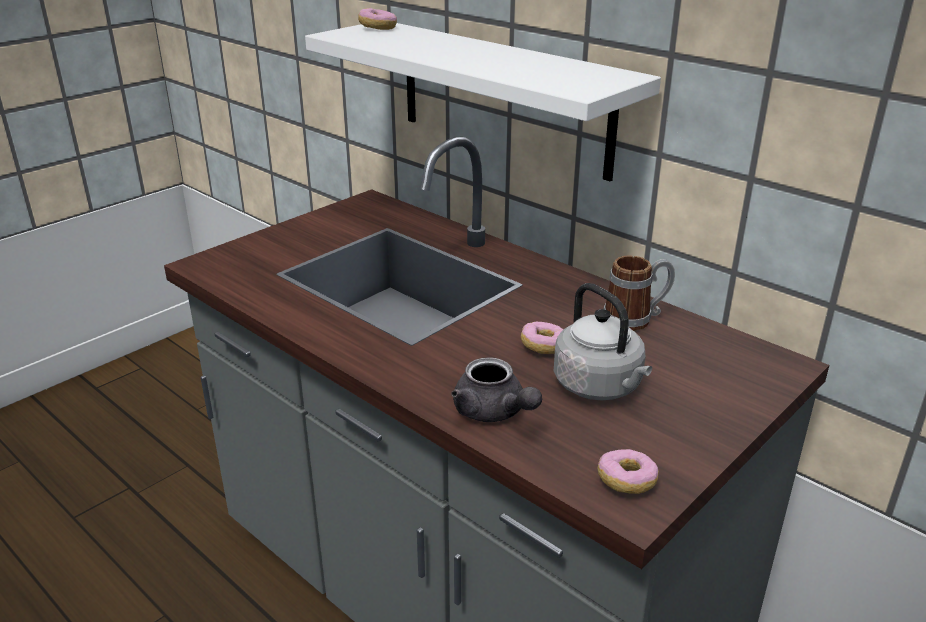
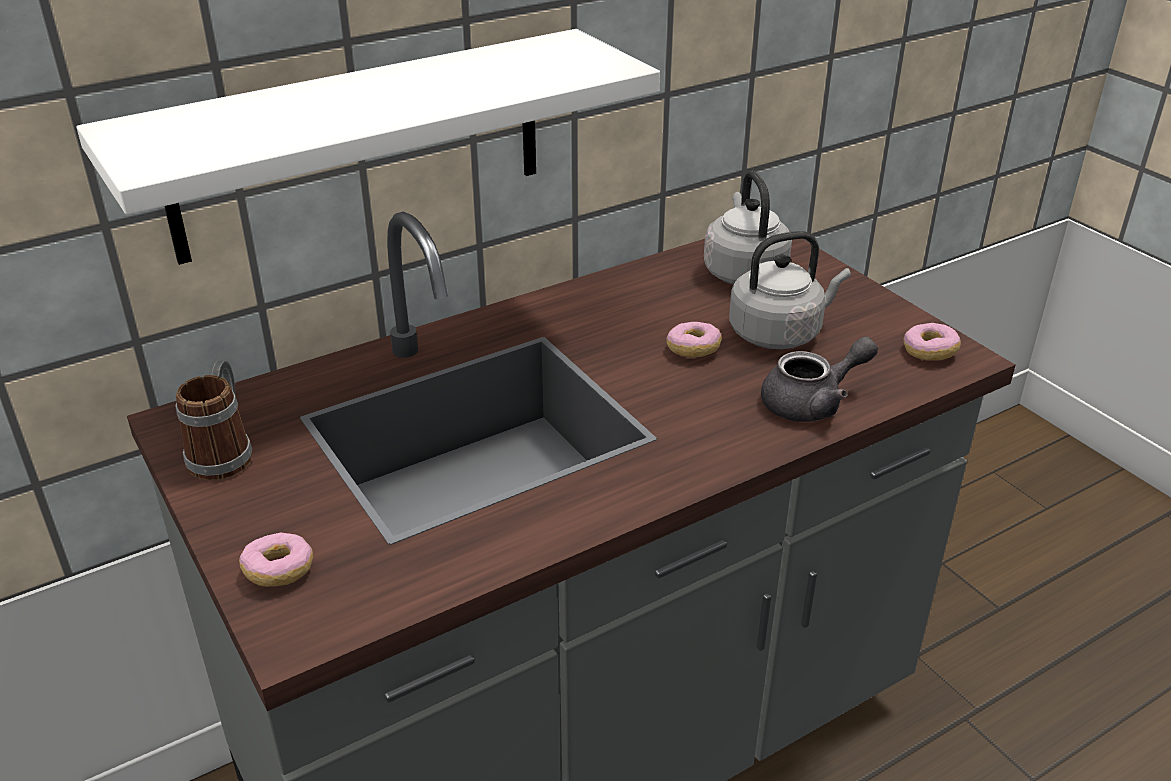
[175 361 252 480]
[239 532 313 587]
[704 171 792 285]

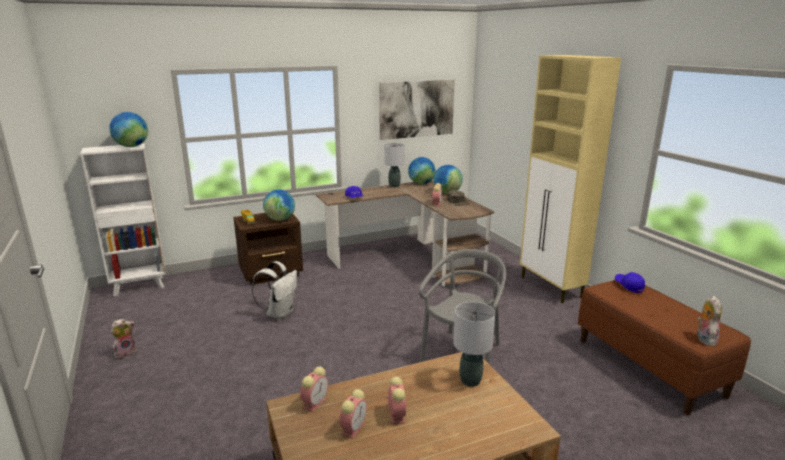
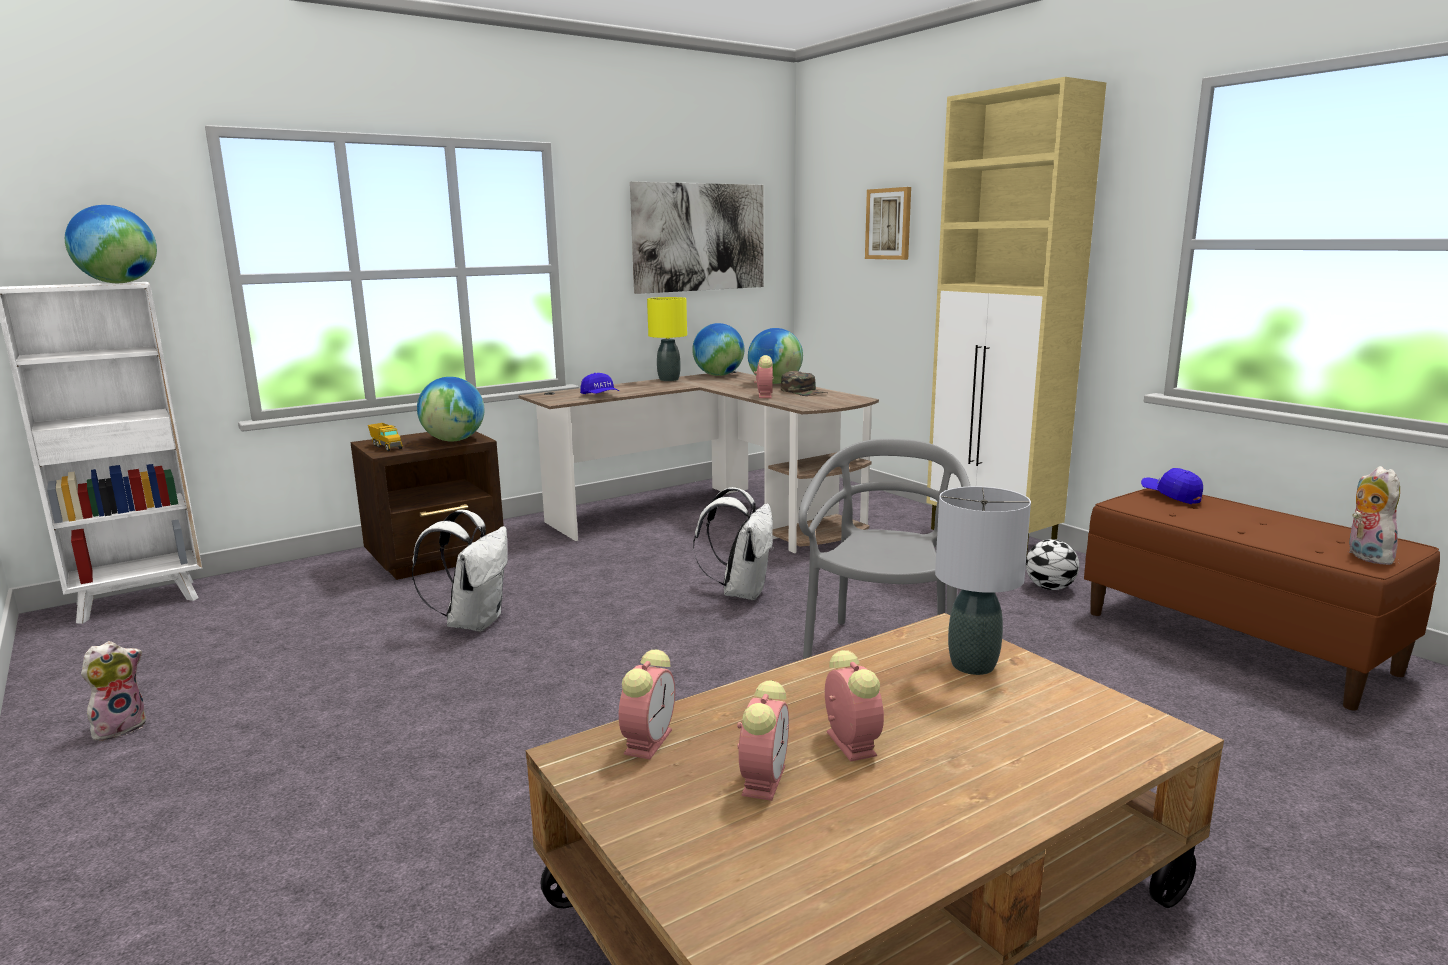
[647 297 687 381]
[693 487 774 600]
[865 187 911 260]
[1026 539 1079 590]

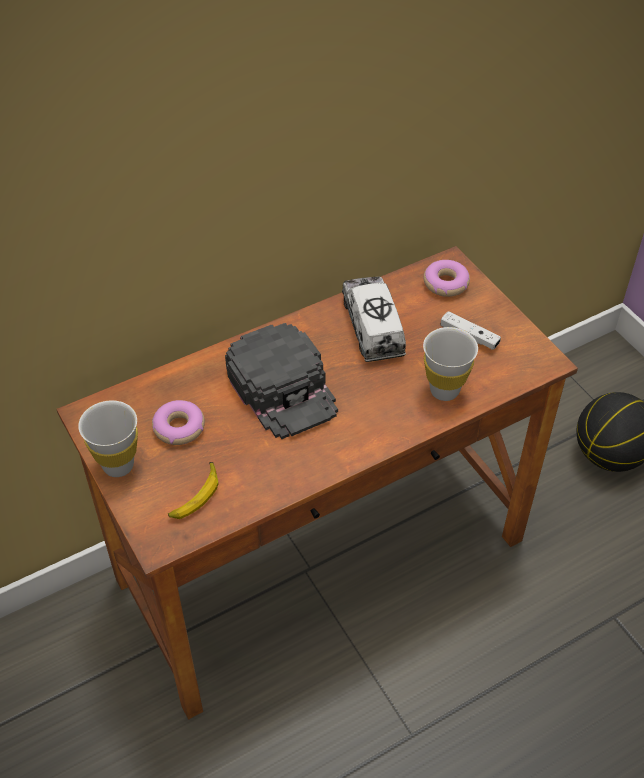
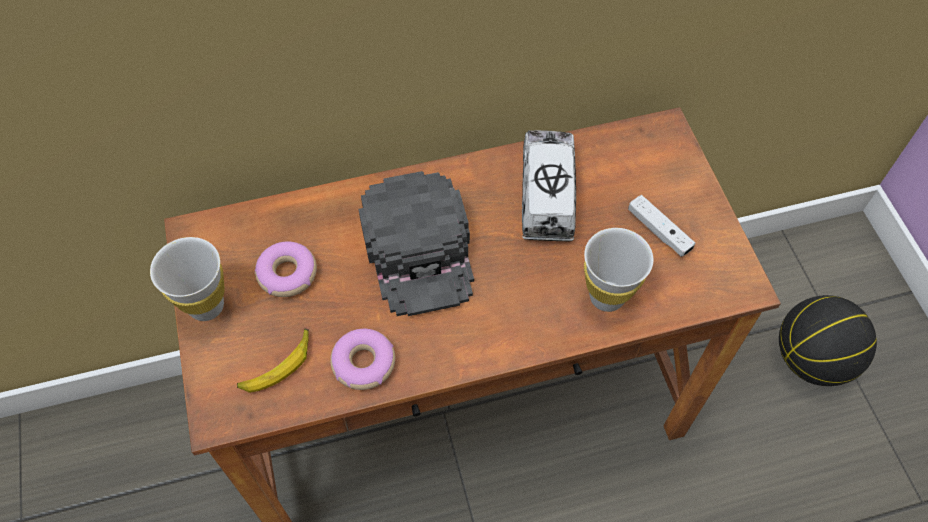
[330 329 395 390]

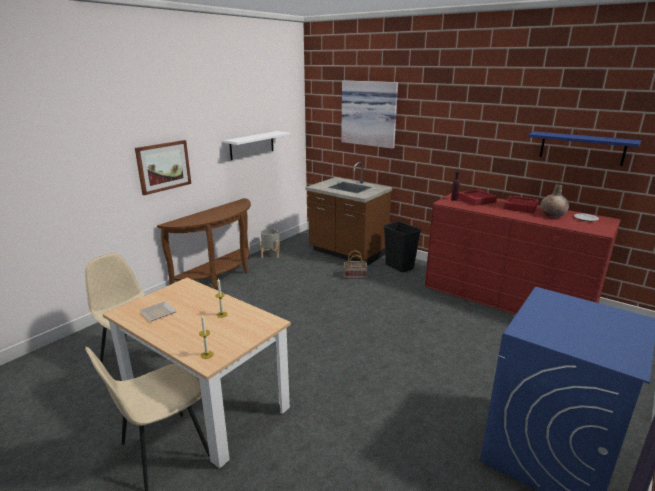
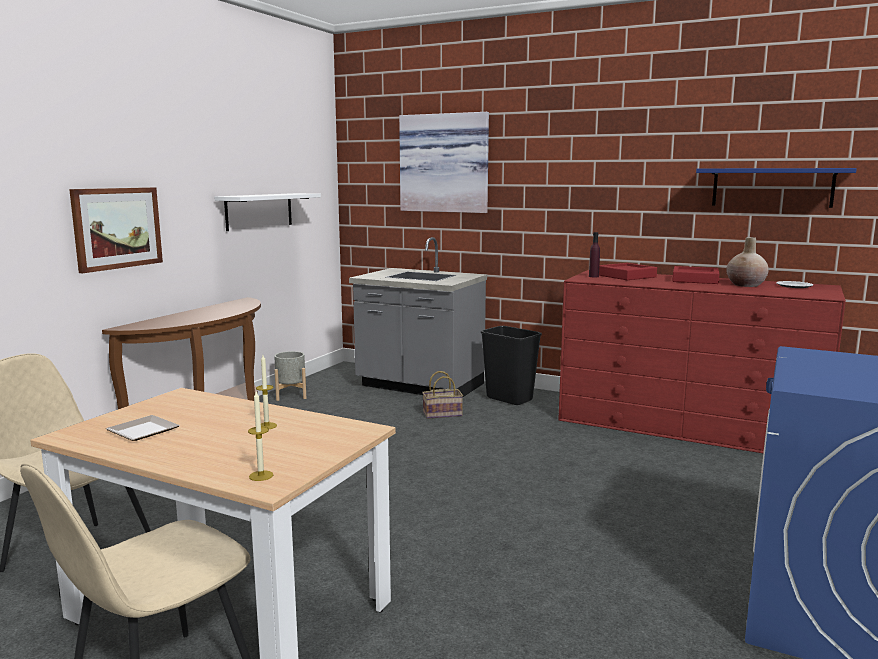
[349 237 487 397]

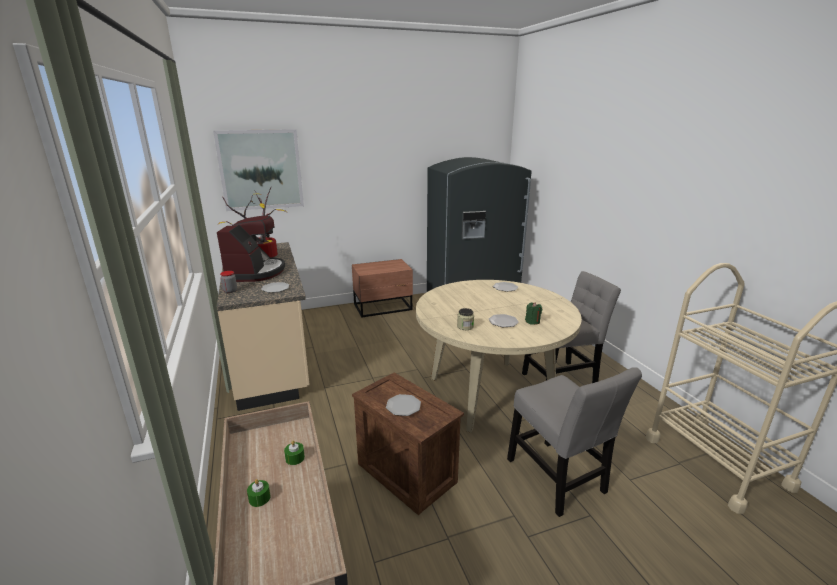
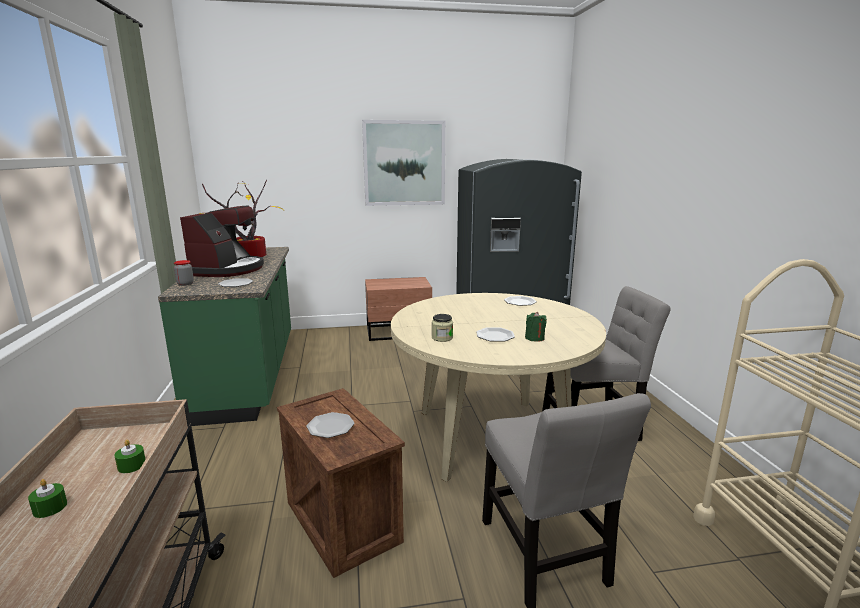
[158 247 291 426]
[362 120 445 206]

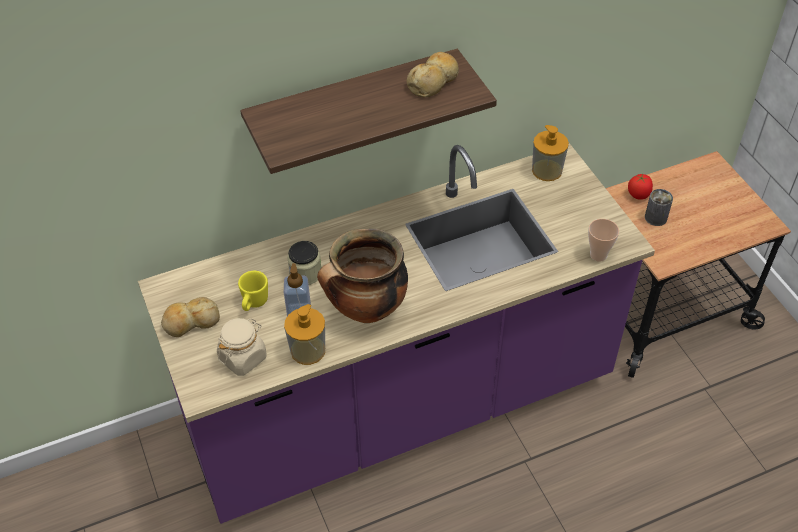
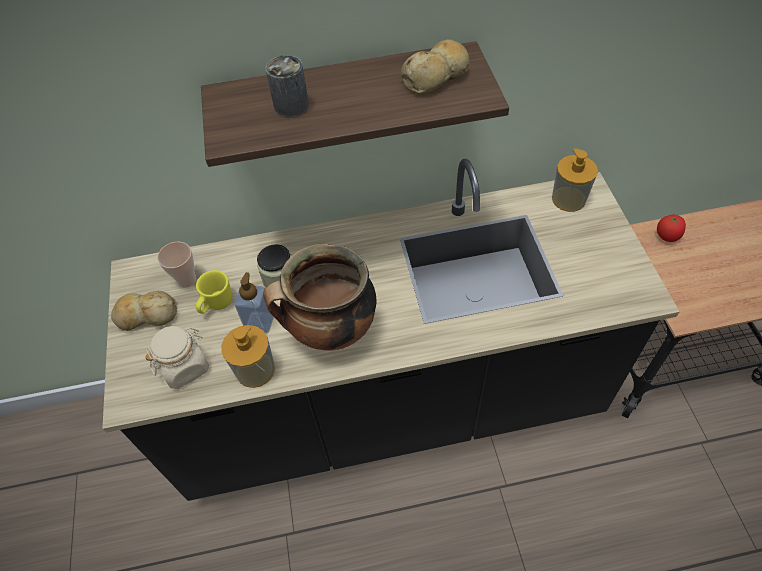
[102 159 680 501]
[157 242 196 288]
[265 55 309 118]

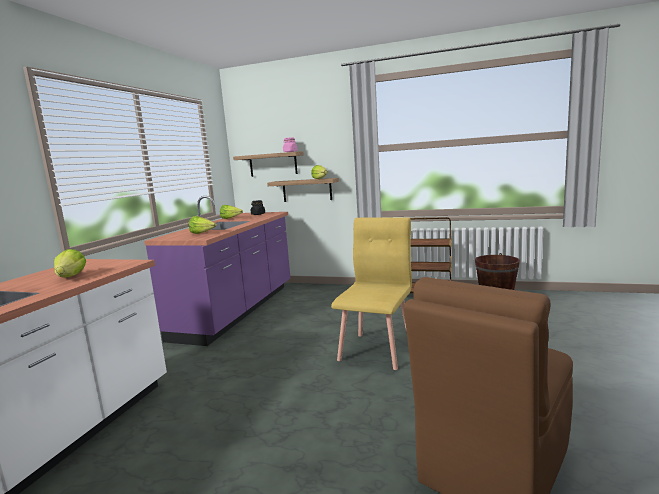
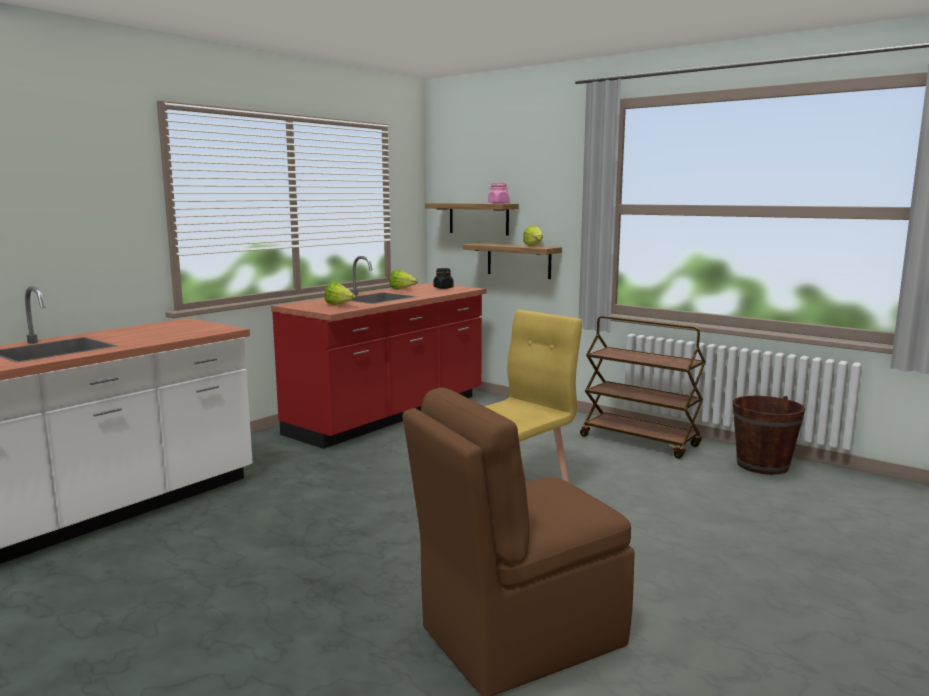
[271 256 487 449]
[54 249 86 278] (first image)

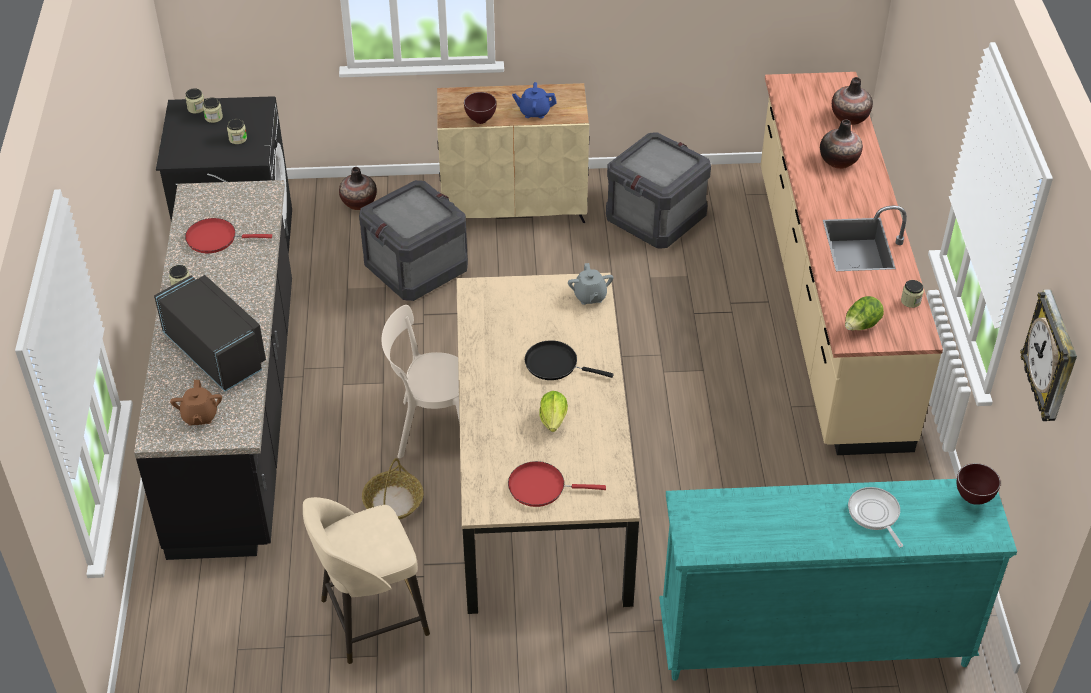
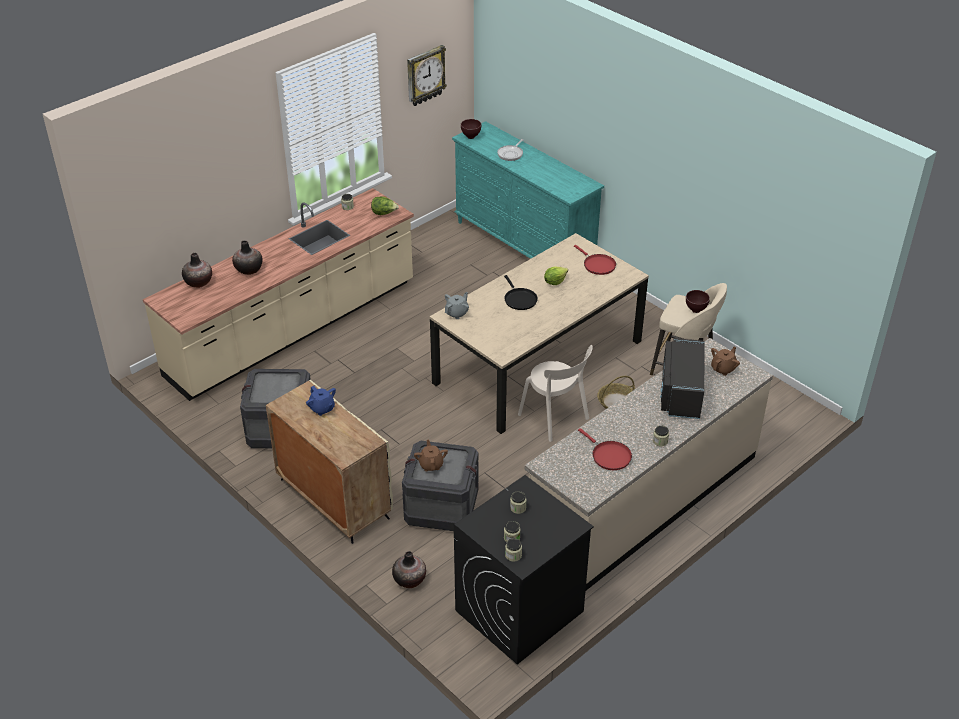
[414 440 448 471]
[525 338 773 590]
[686 290 710 313]

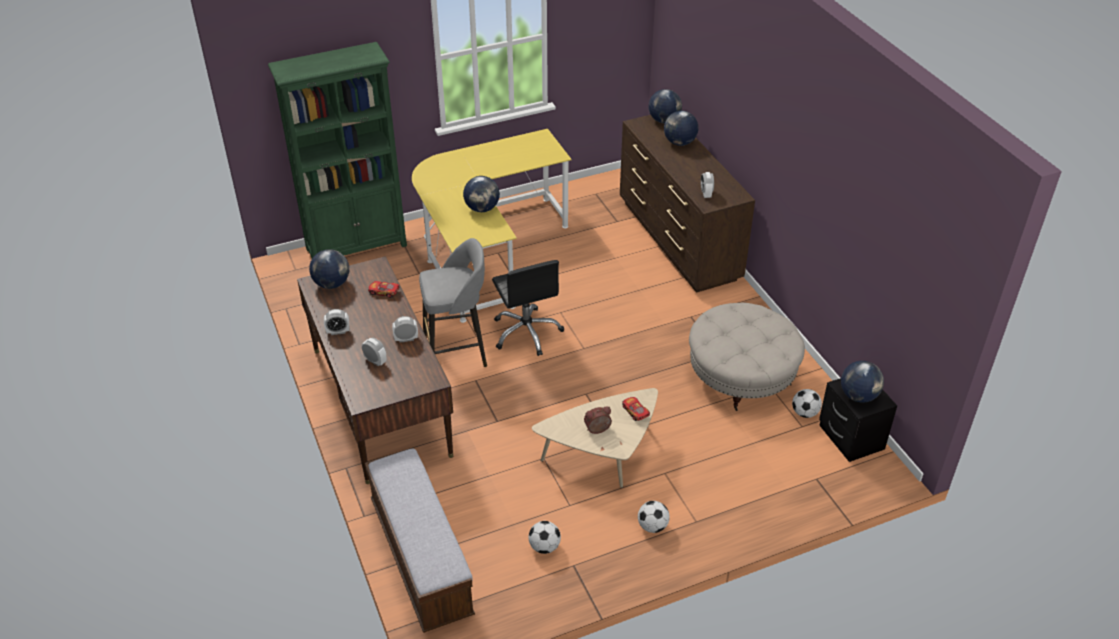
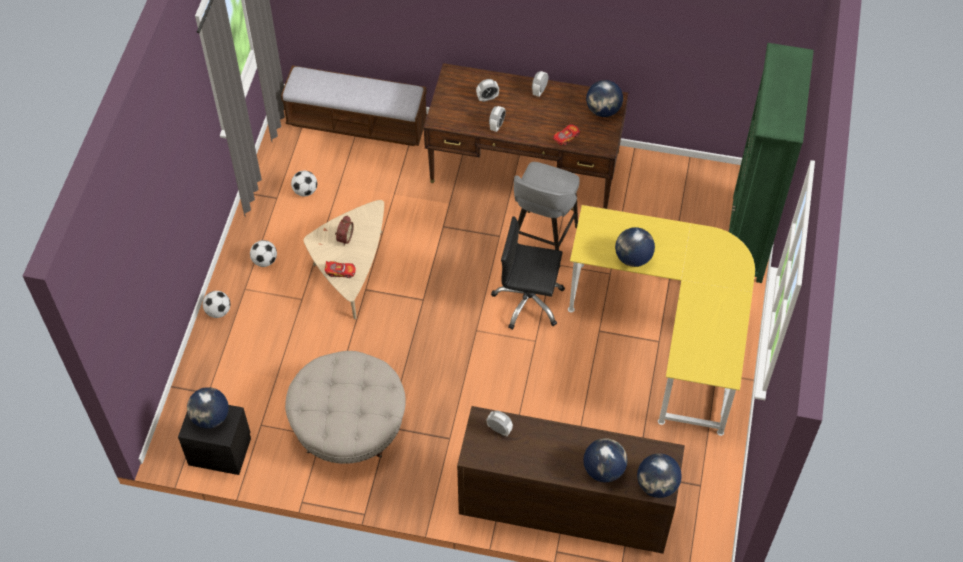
[203 291 230 318]

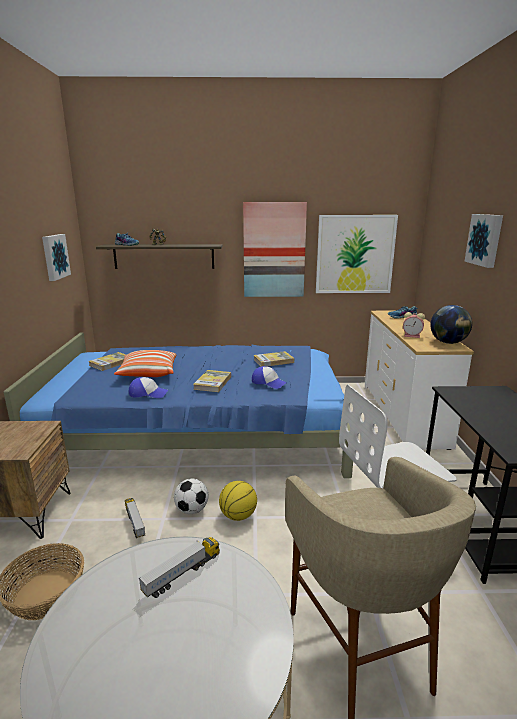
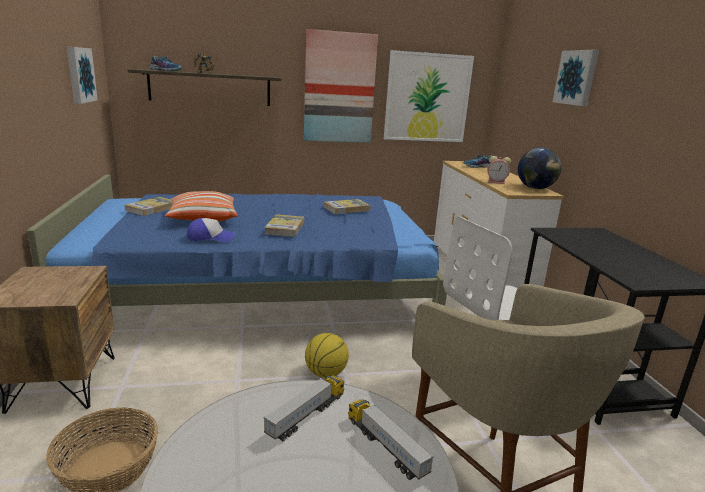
[348 399 434 480]
[174 478 208 514] (first image)
[252 366 287 389] (first image)

